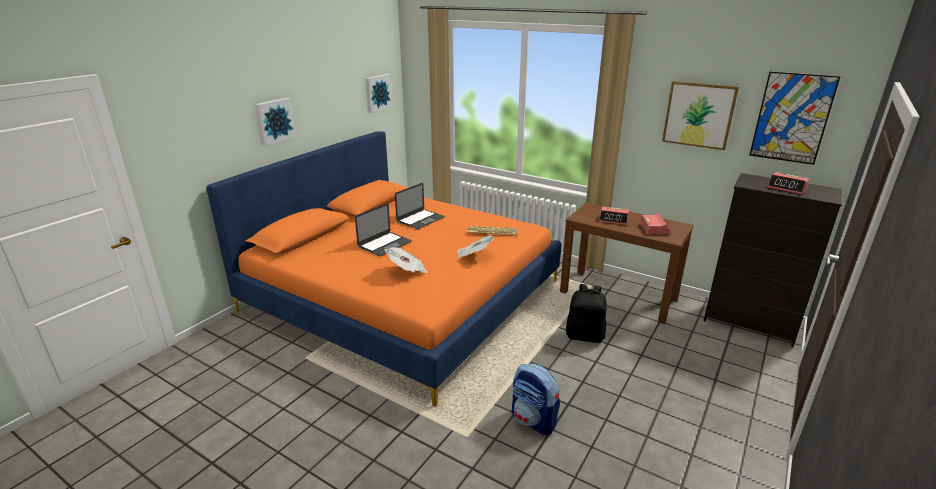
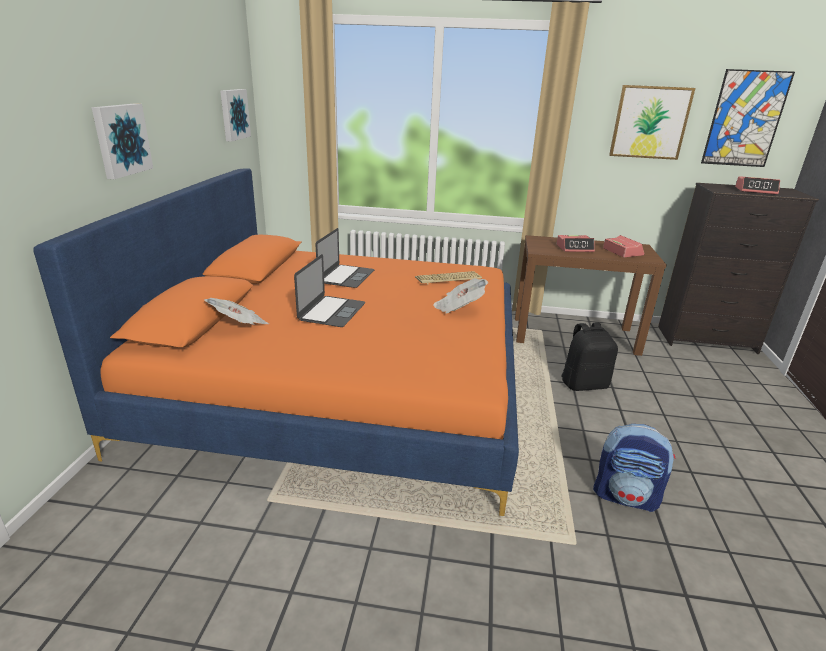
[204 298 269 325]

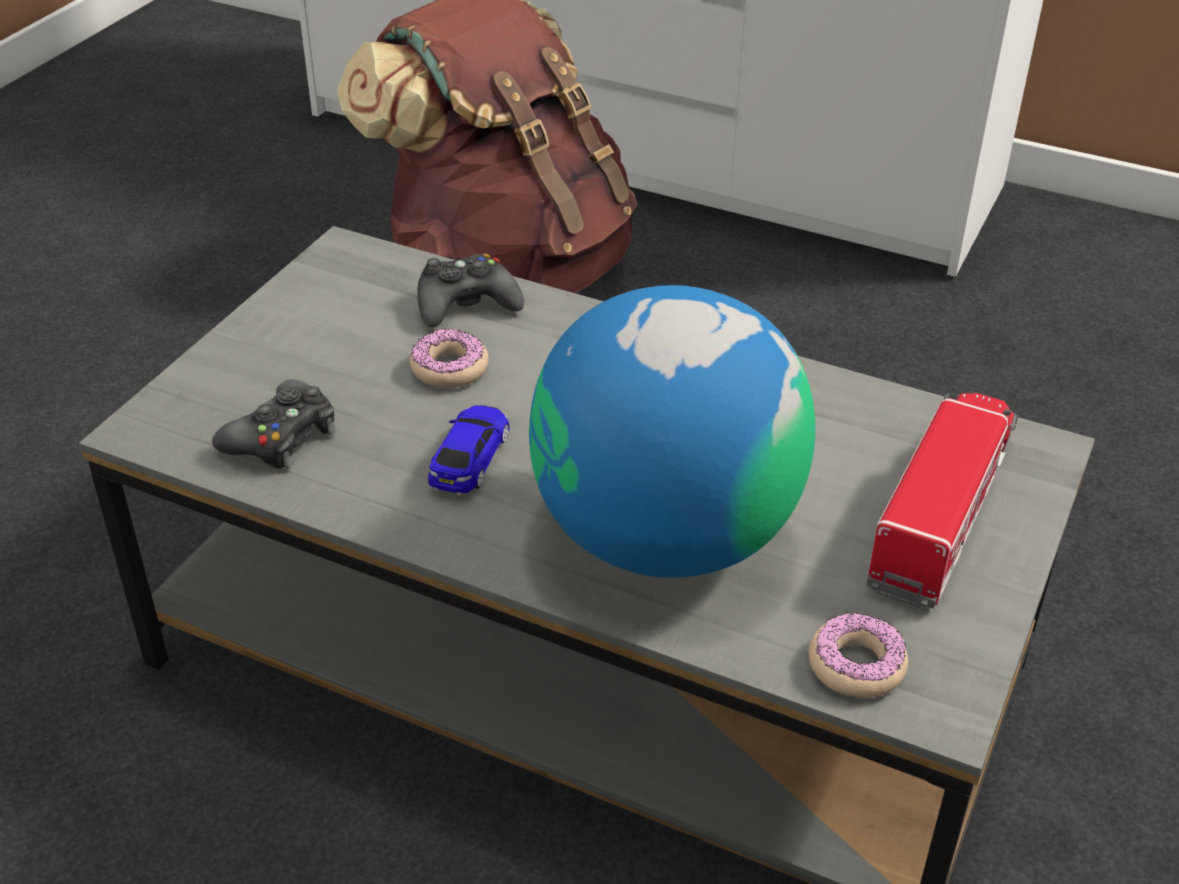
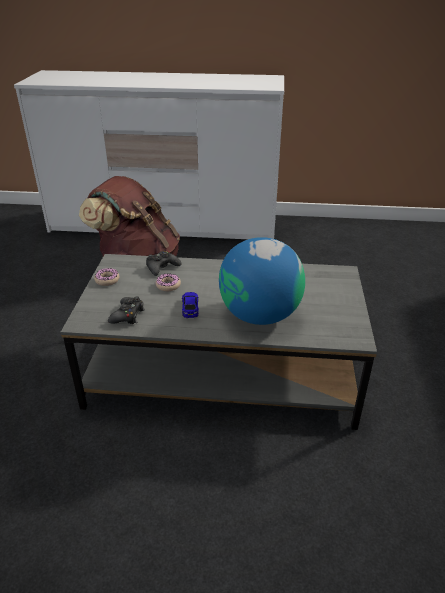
[94 268 119 286]
[866 393 1018 608] (first image)

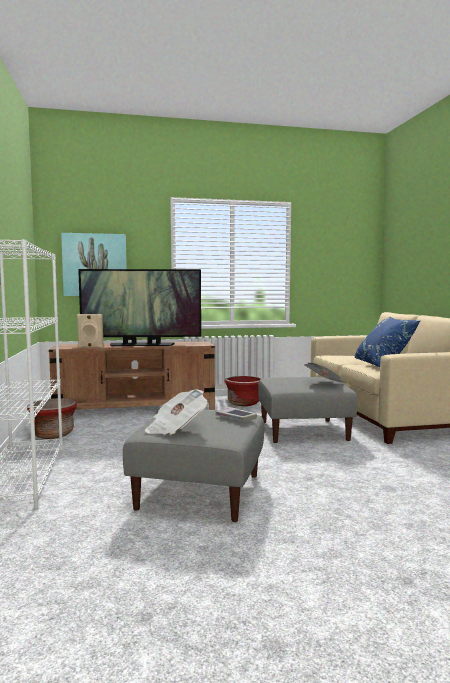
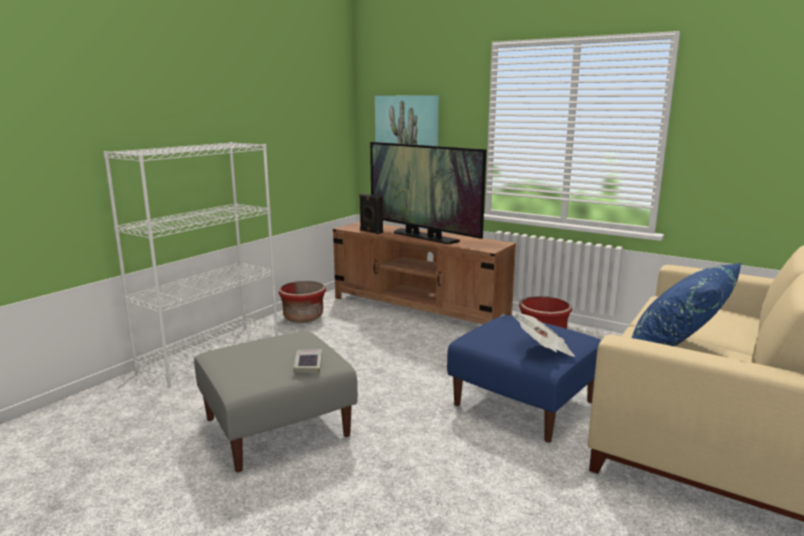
[359 194 383 234]
[447 315 601 443]
[145 389 208 434] (first image)

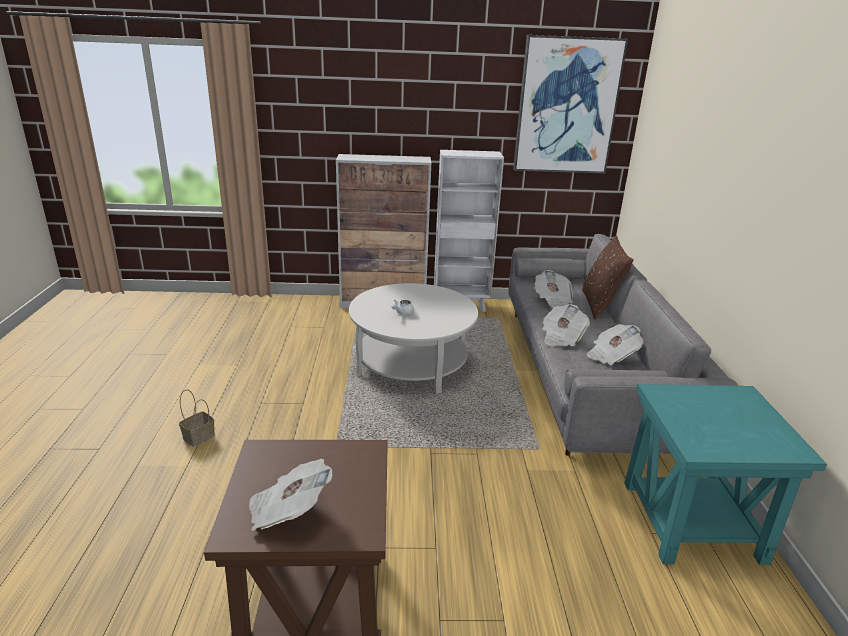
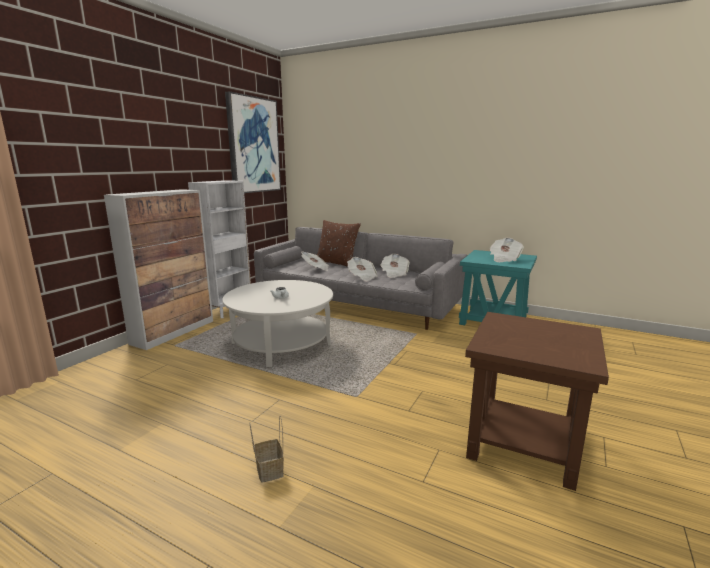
[489 238 524 262]

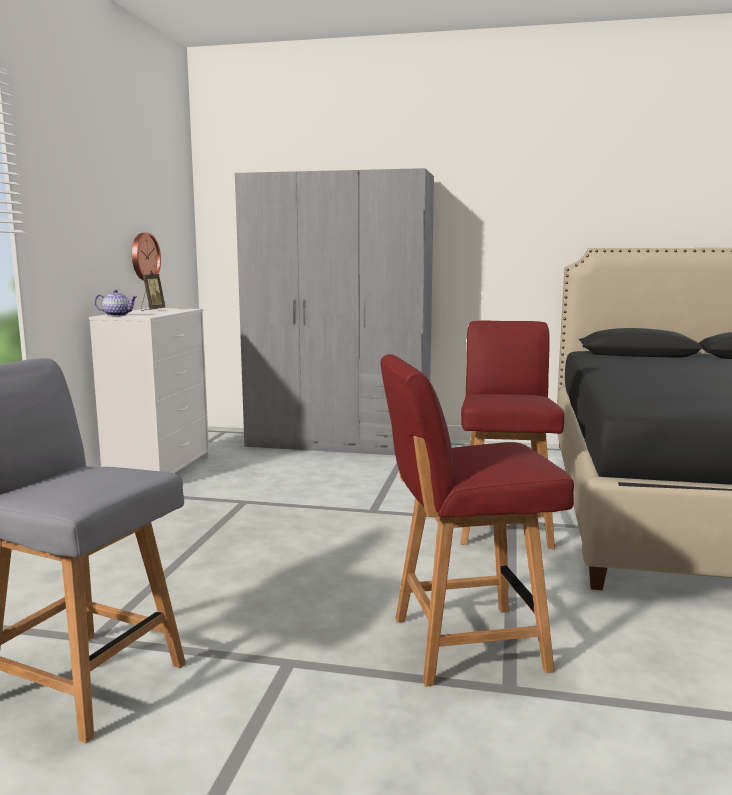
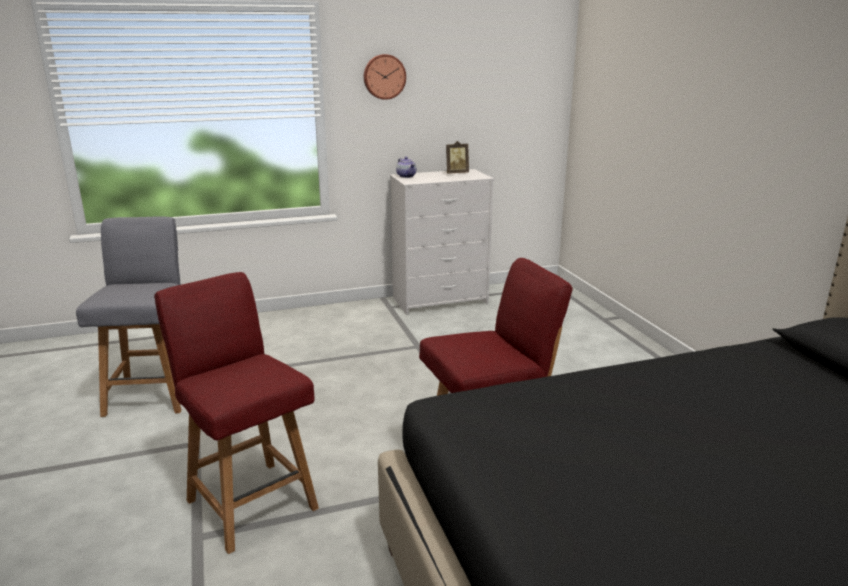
[364 54 406 100]
[235 168 434 455] (first image)

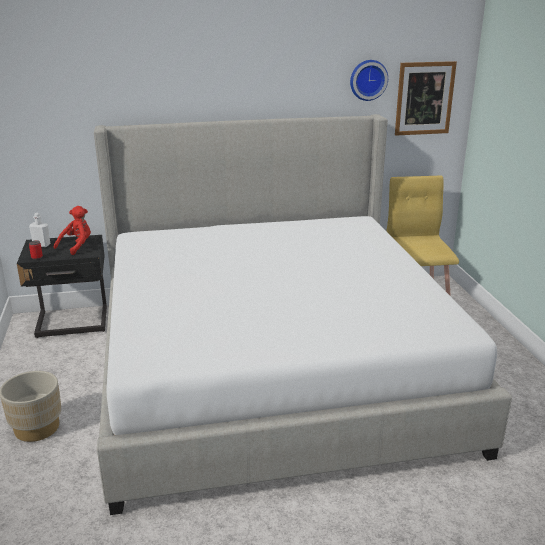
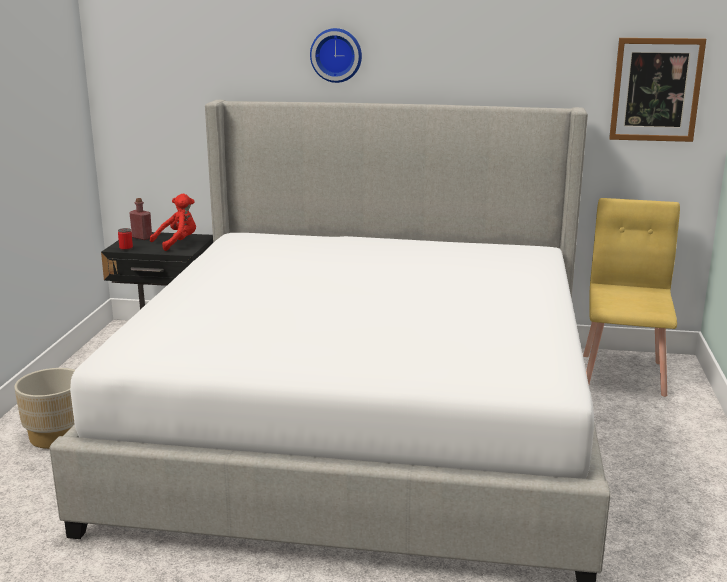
[130 198 152 240]
[310 28 362 83]

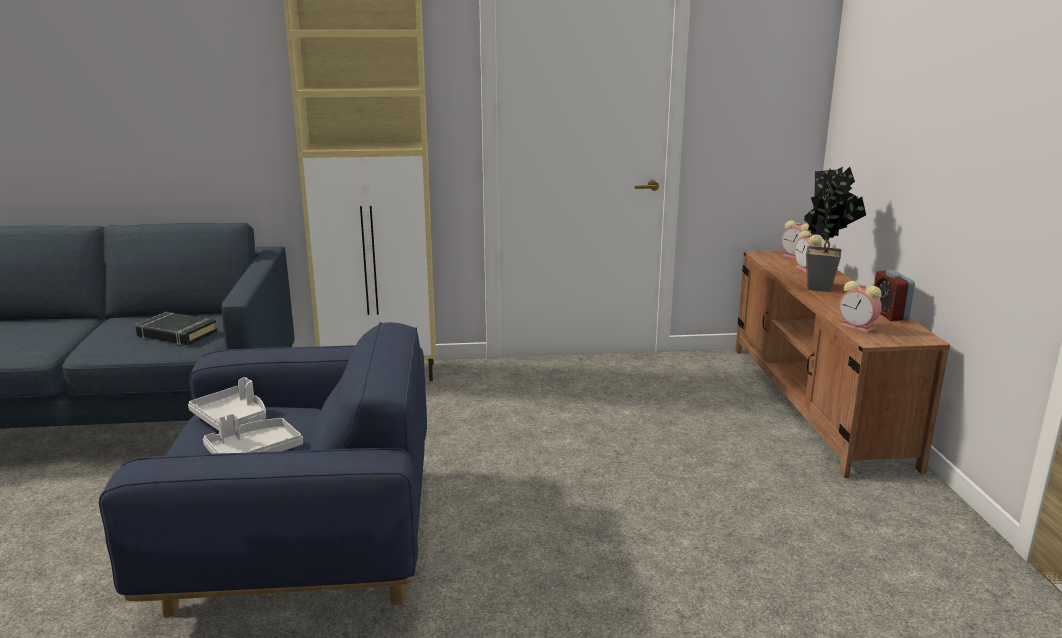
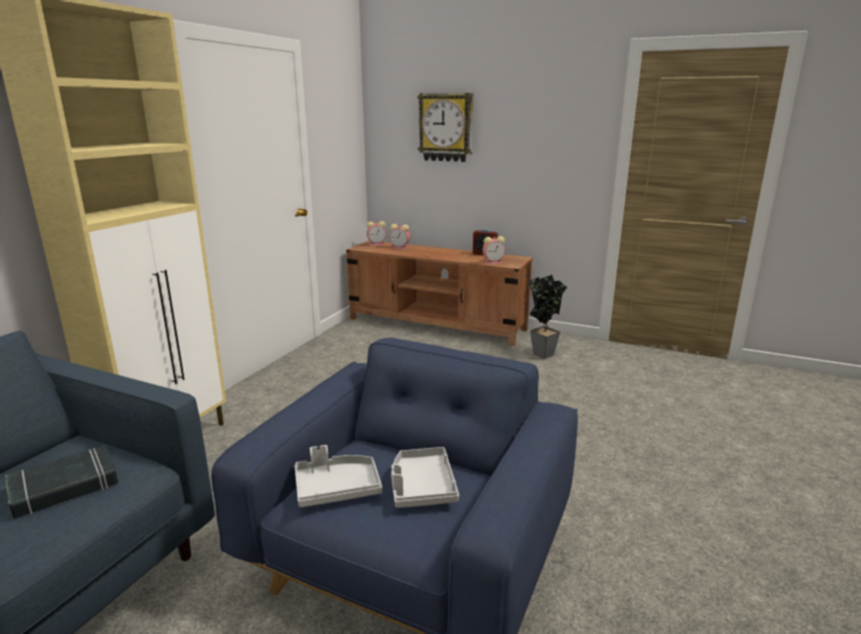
[417 93 473 162]
[528 275 567 359]

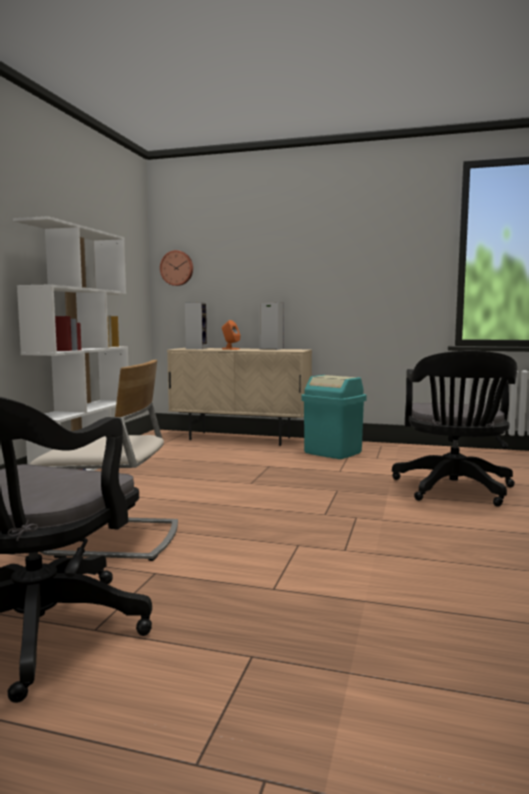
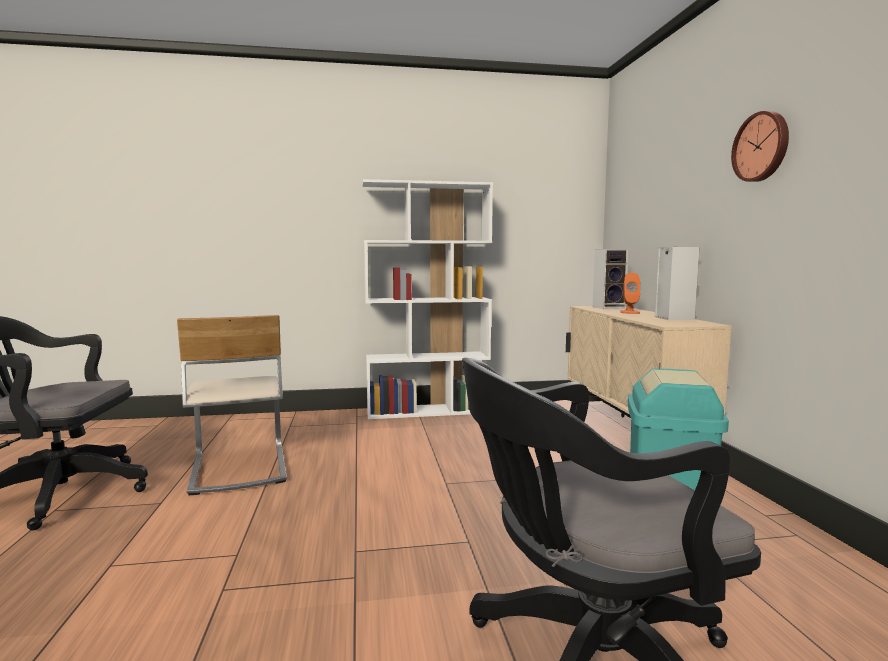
[731 111 789 182]

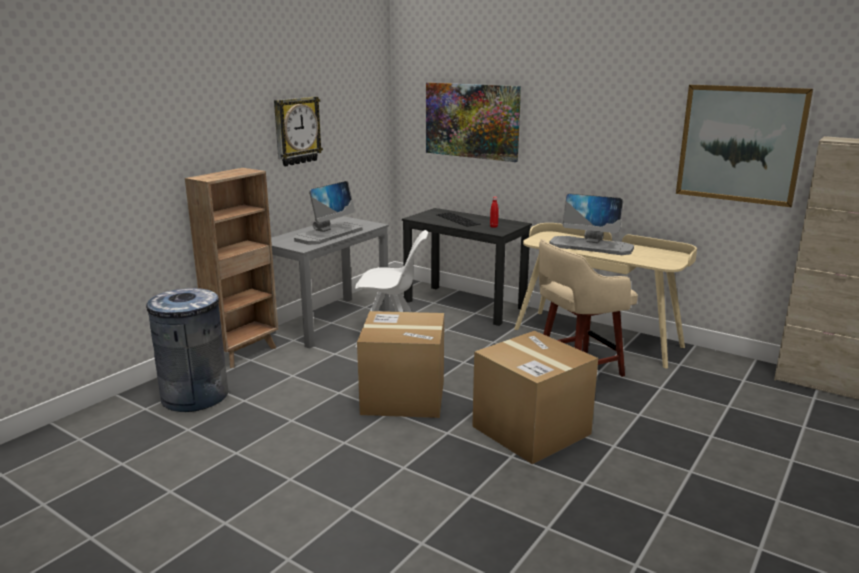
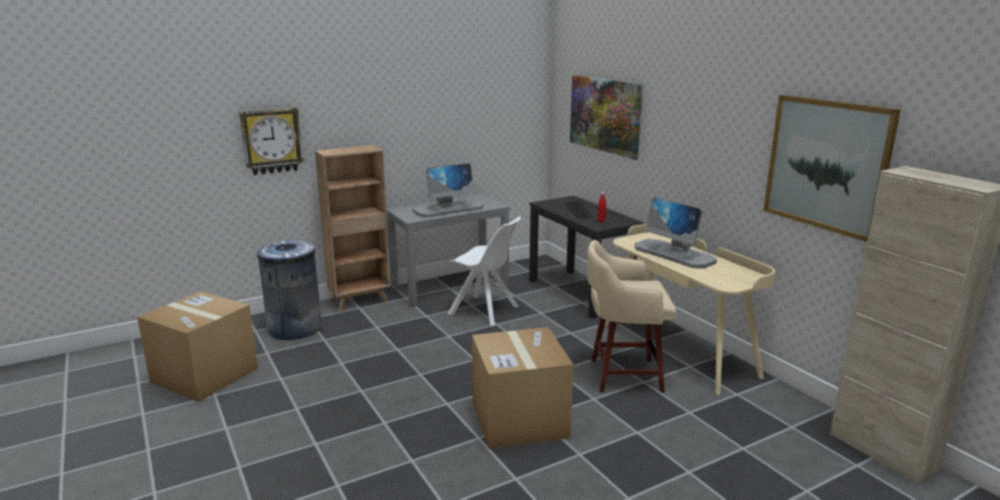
[137 291 258 402]
[239 107 304 175]

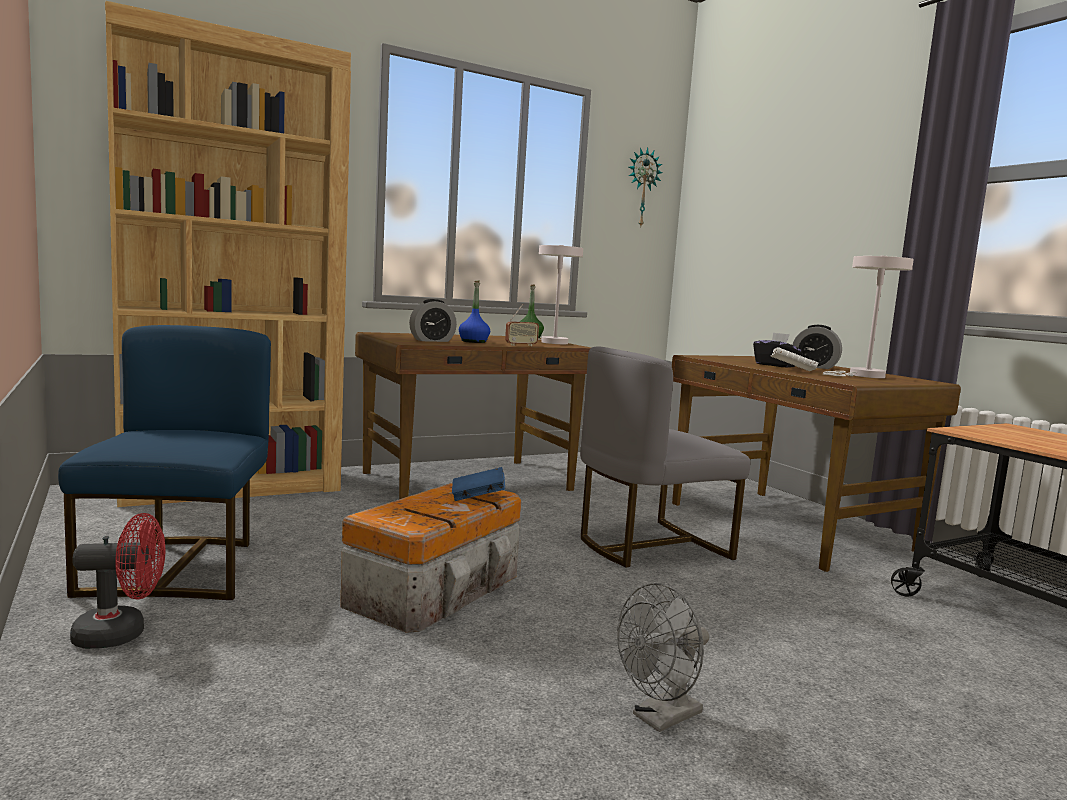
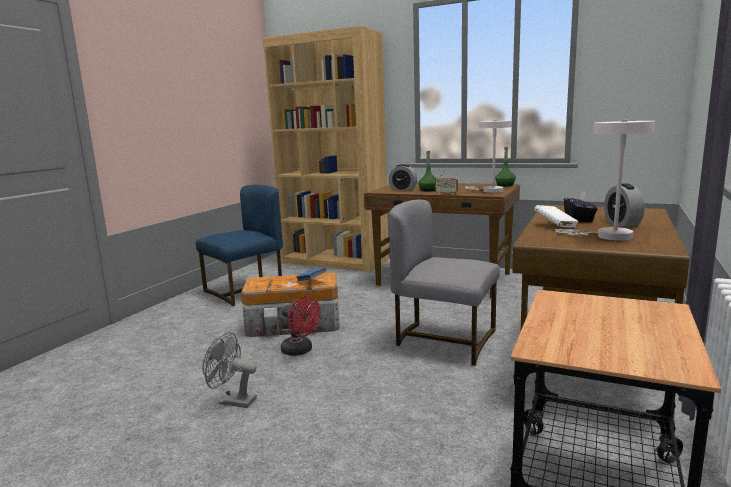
[281 296 321 356]
[418 151 437 192]
[629 147 662 226] (first image)

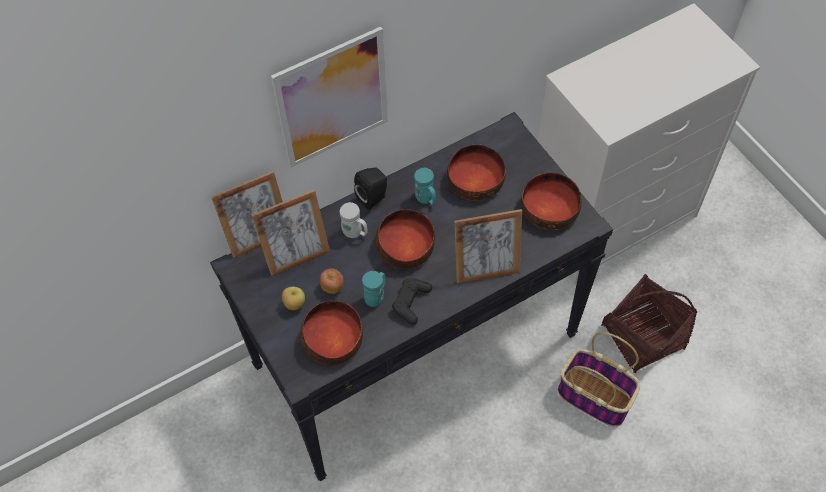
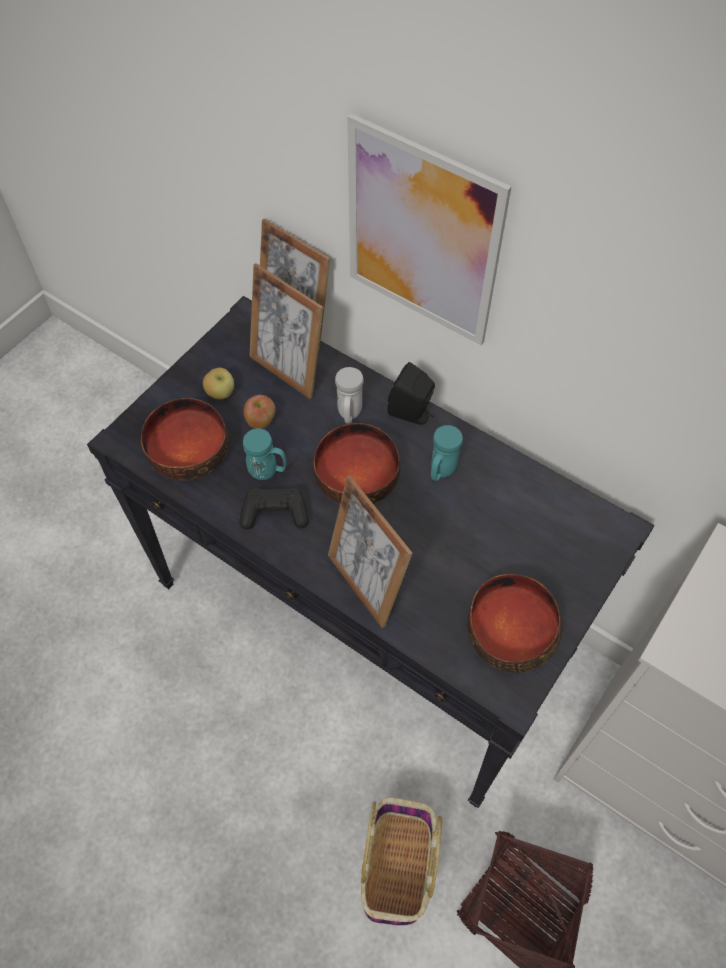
[447 144 506 201] (first image)

